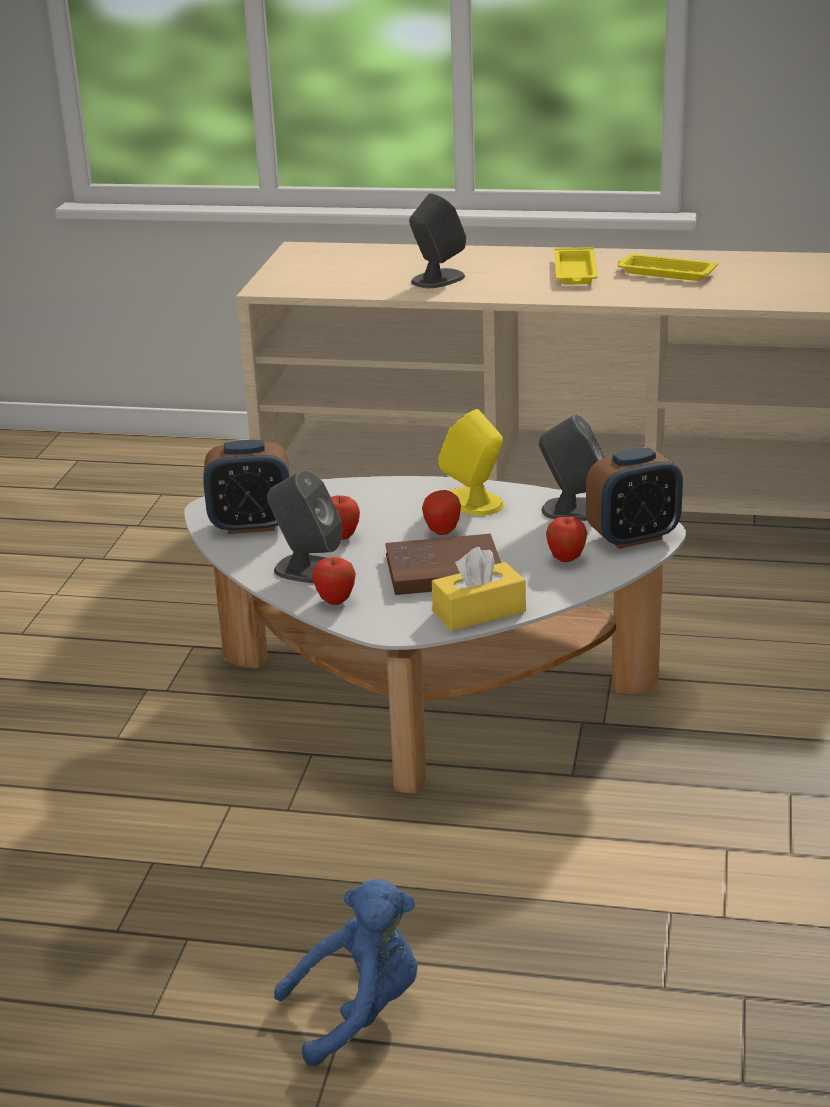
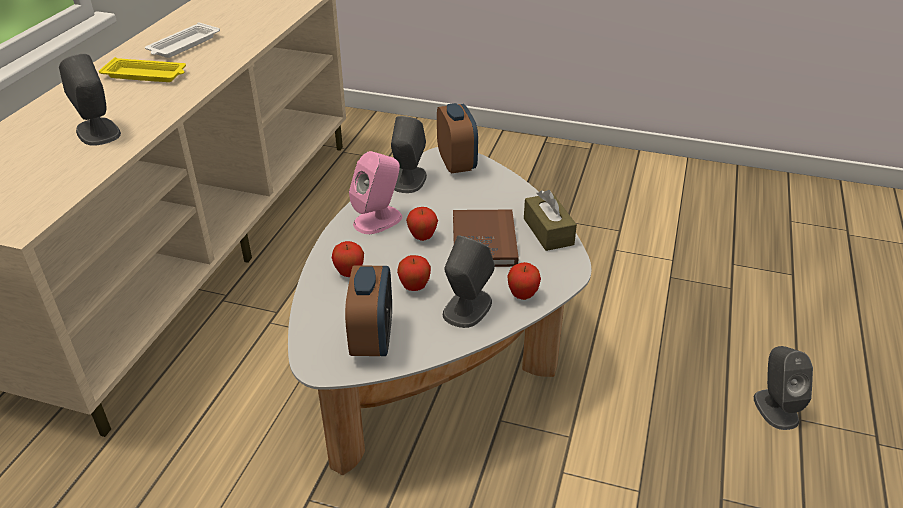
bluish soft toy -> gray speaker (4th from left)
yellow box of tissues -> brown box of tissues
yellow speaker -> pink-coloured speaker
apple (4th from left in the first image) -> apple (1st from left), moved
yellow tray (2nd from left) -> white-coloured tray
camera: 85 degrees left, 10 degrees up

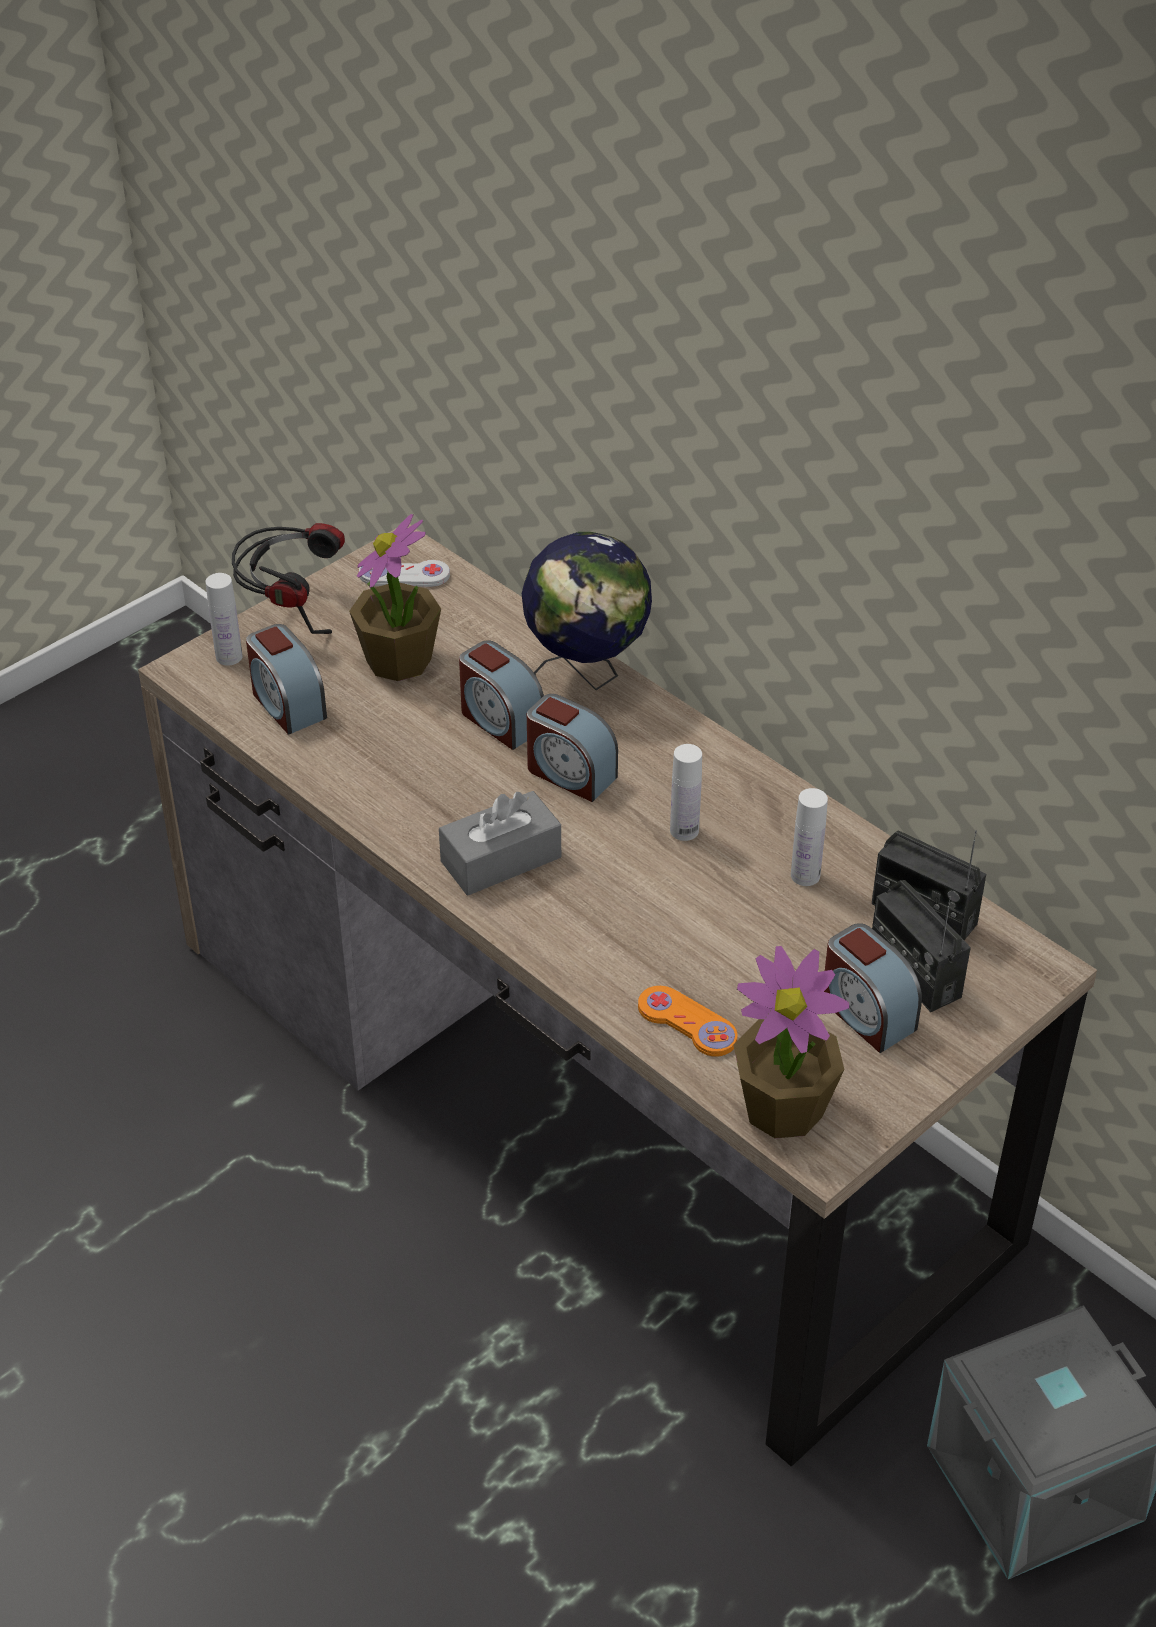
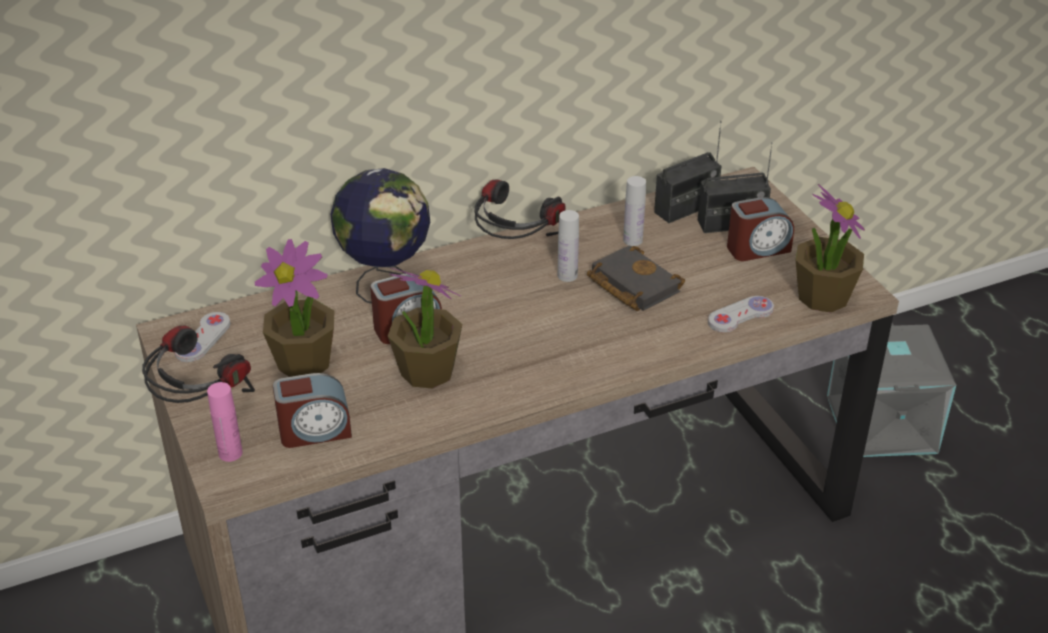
white-coloured bottle (1st from left) -> pink-coloured bottle
gray box of tissues -> none
bedside clock (3rd from left) -> none
orangey game controller -> white-coloured game controller (2nd from left)
none -> plant in a pot (2nd from left)
none -> headphones (2nd from left)
none -> blackish book
camera: 70 degrees left, 5 degrees down

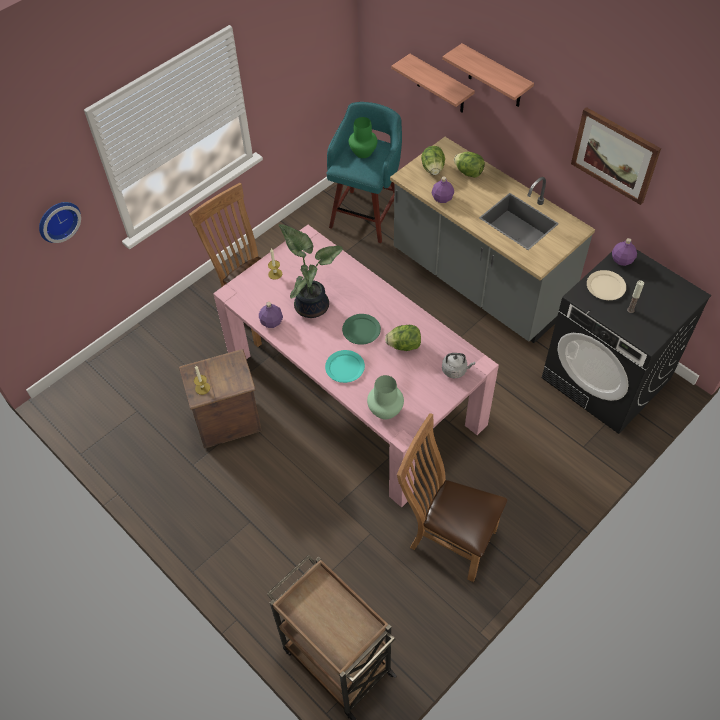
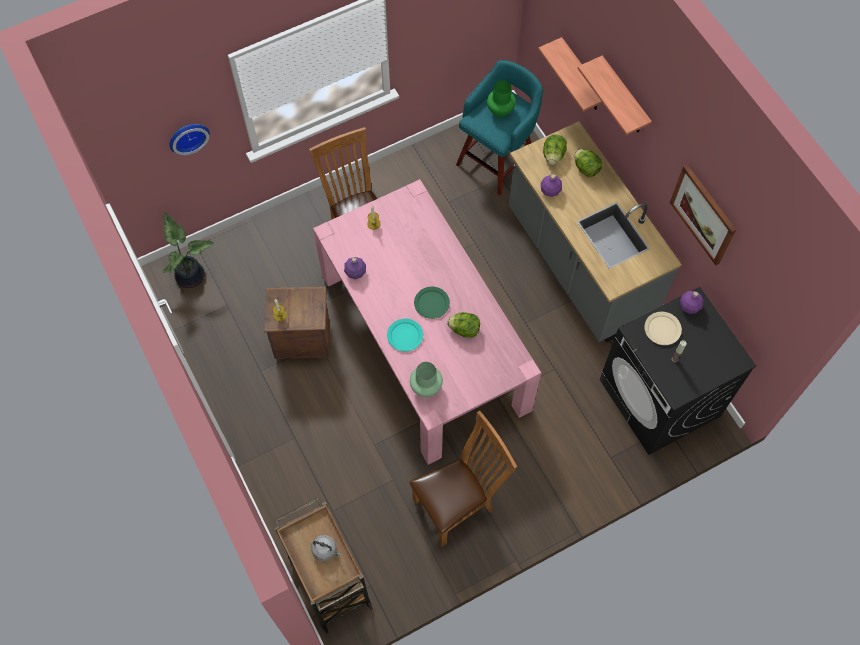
plant in a pot, moved
brown plain chair (2nd from left), 105 degrees clockwise
gray water kettle, moved
camera: 15 degrees right, 10 degrees up

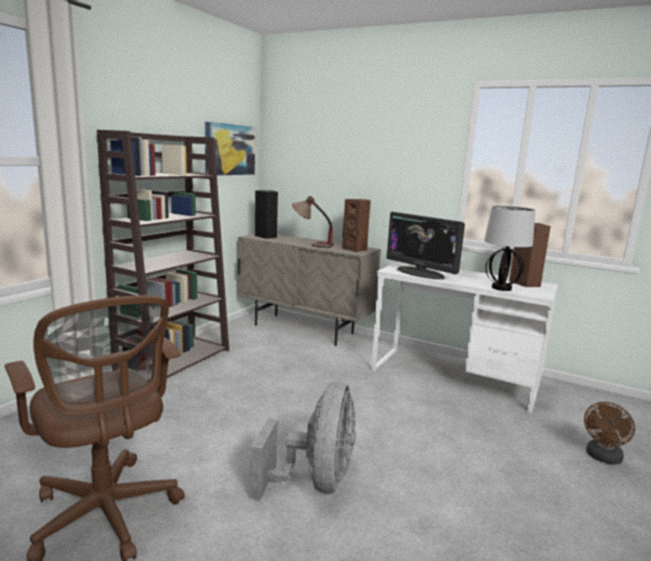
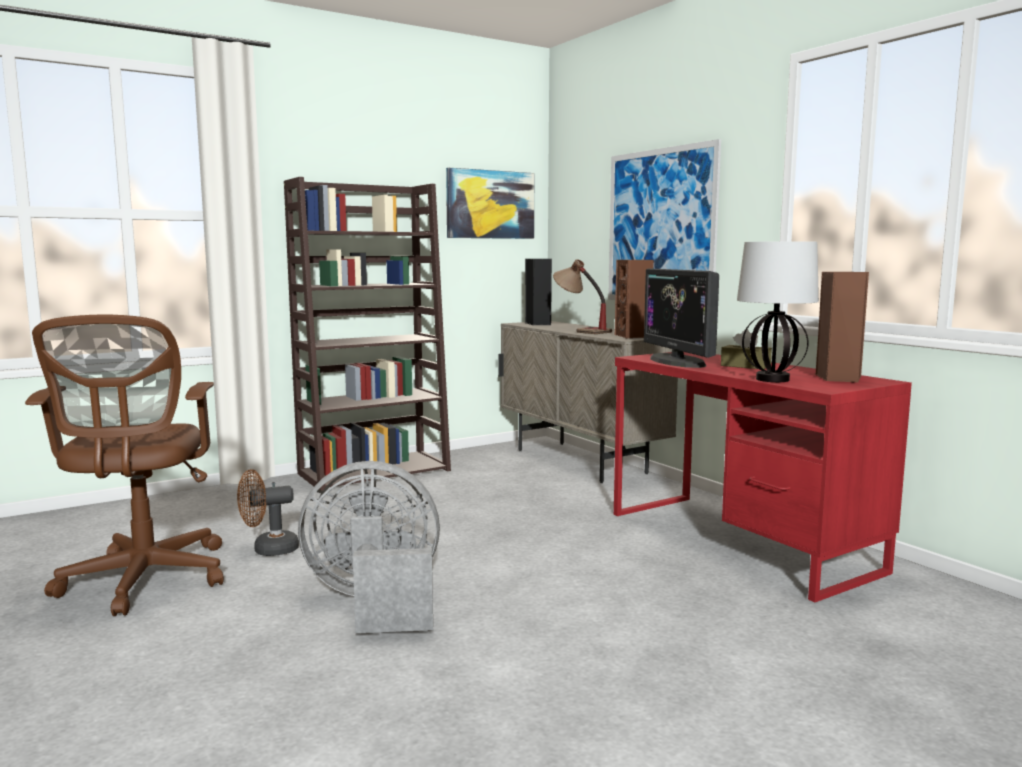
gray electric fan, 135 degrees counterclockwise
white-coloured desk unit -> reddish desk unit
brown electric fan, moved
none -> wall art (2nd from left)
none -> brown box of tissues
camera: 30 degrees right, 5 degrees down

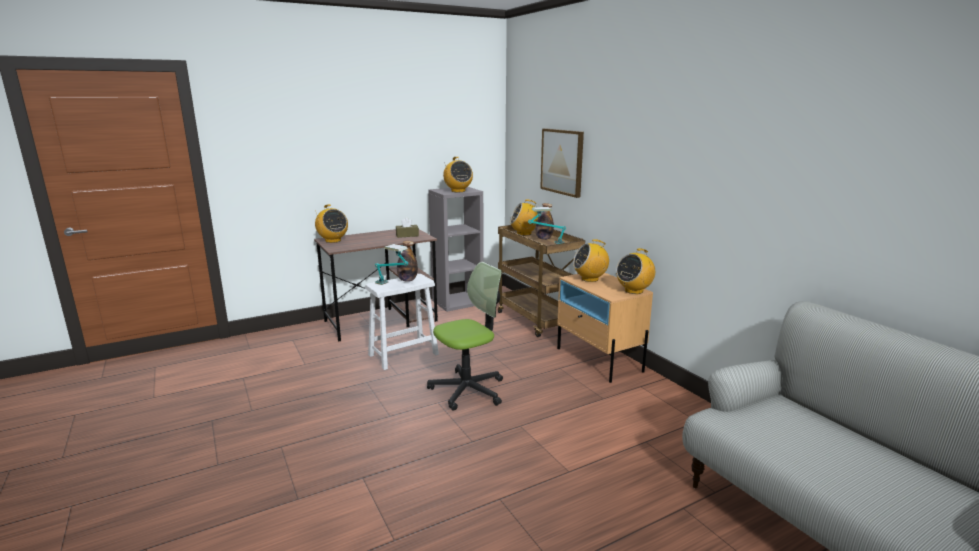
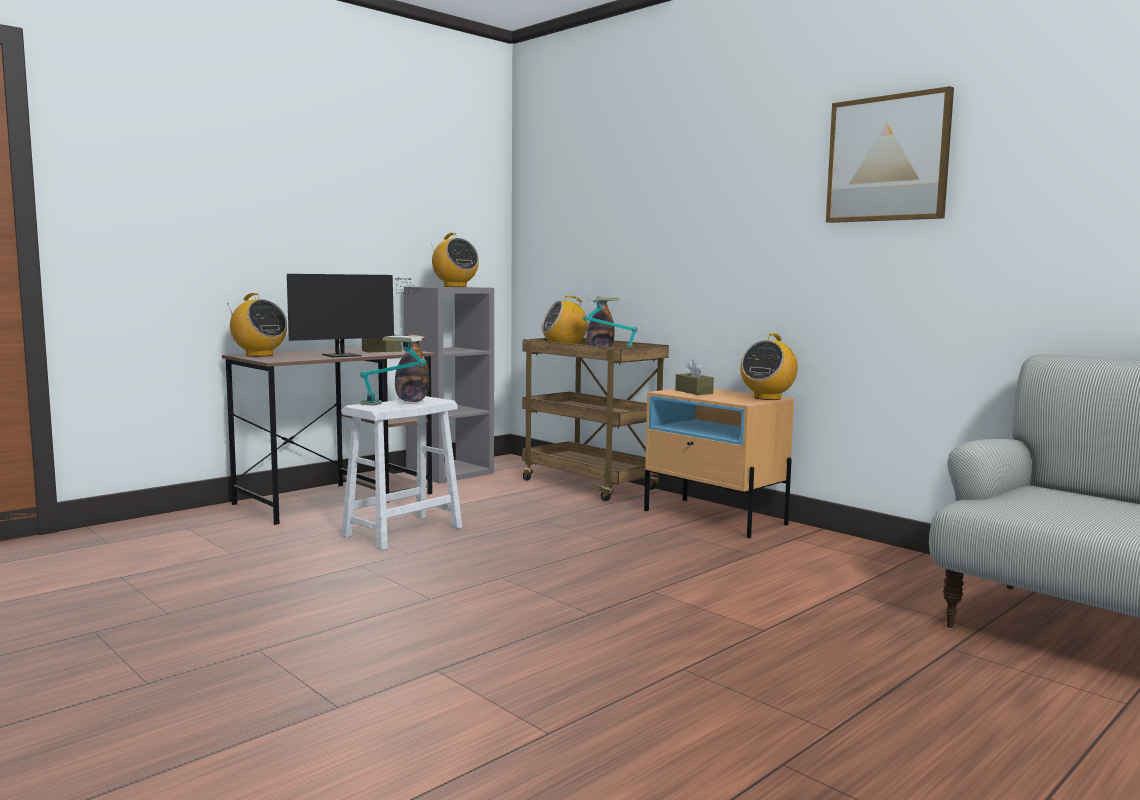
computer chair -> none
wall art, moved
radio (4th from left) -> brown box of tissues (2nd from left)
none -> computer screen
camera: 15 degrees left, 10 degrees down

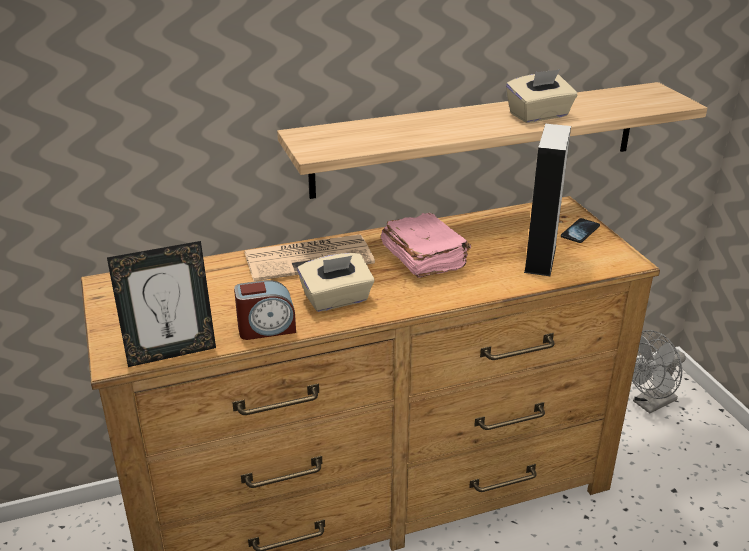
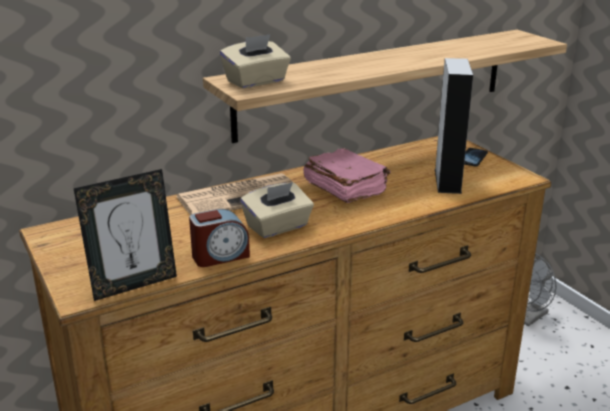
beige-coloured box of tissues (2nd from left in the first image) -> beige-coloured box of tissues (1st from left), moved
camera: 10 degrees left, 5 degrees down

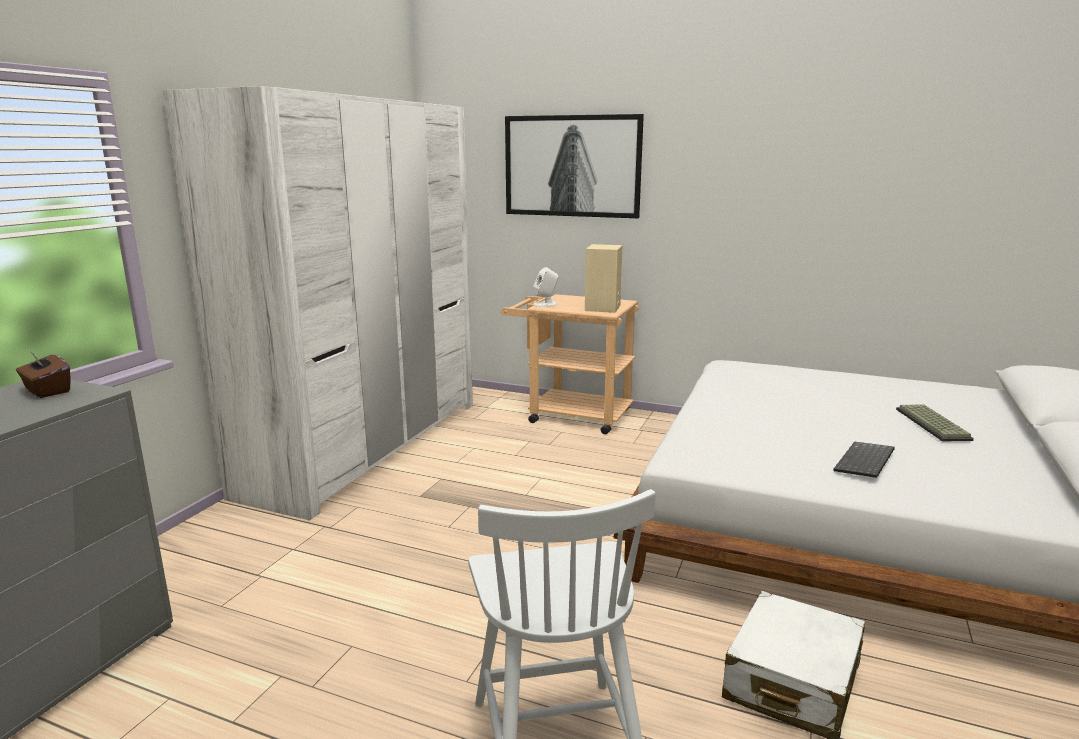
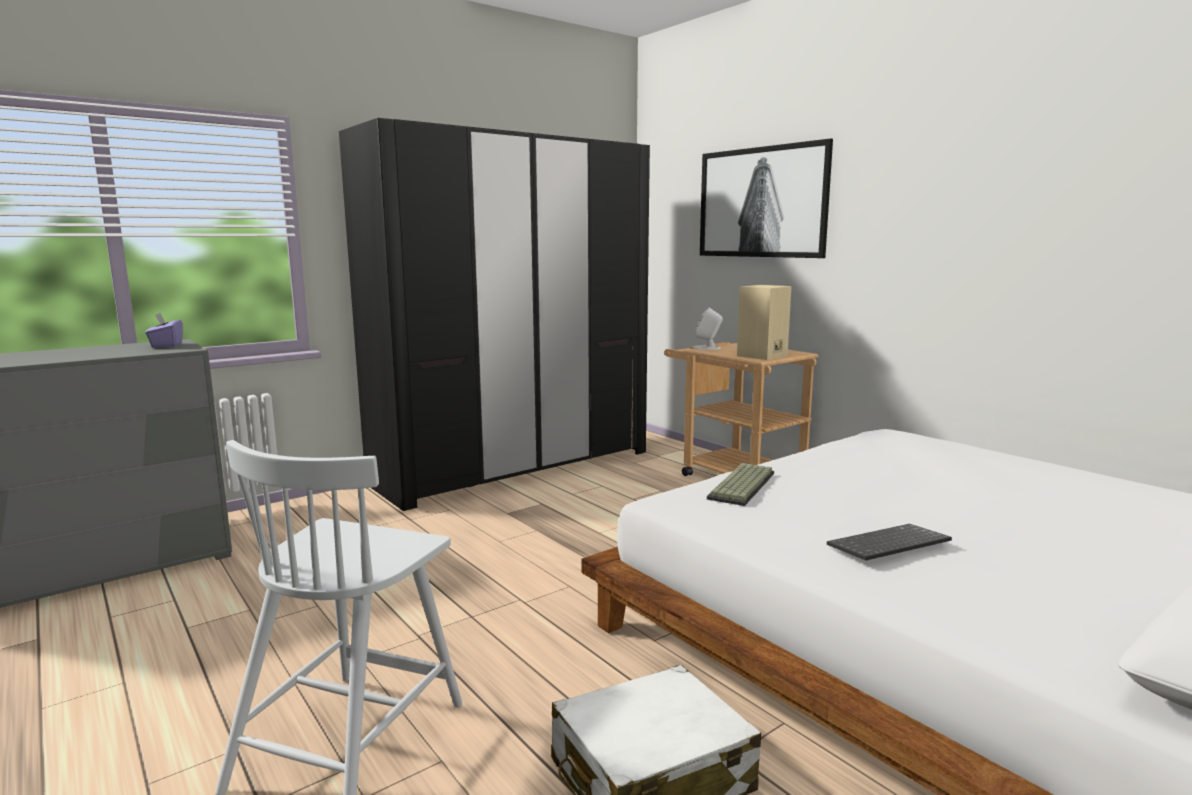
brown box of tissues -> purple box of tissues
white-coloured wardrobe -> blackish wardrobe
computer keyboard (2nd from left in the first image) -> computer keyboard (1st from left), moved
camera: 30 degrees right, 5 degrees down

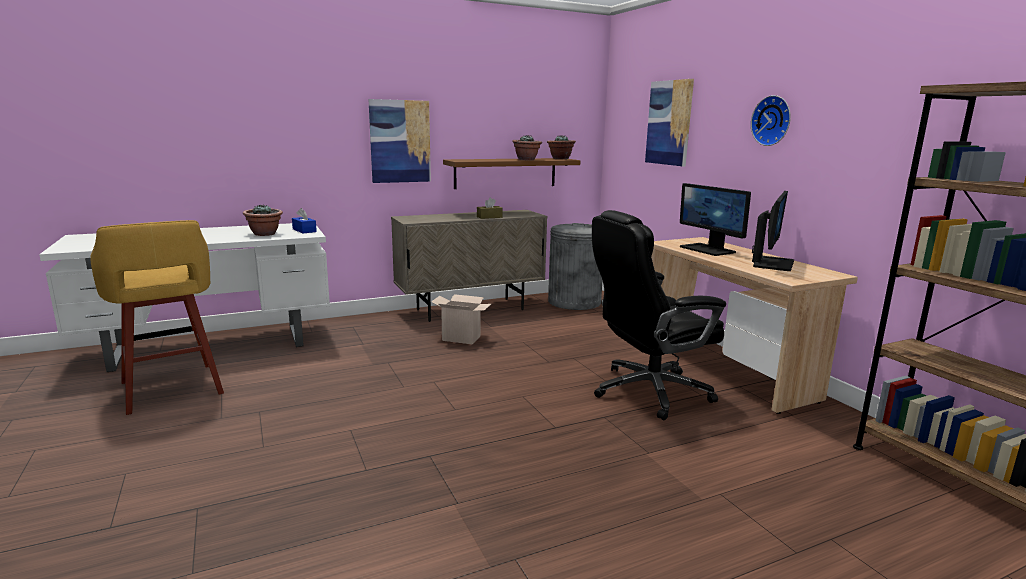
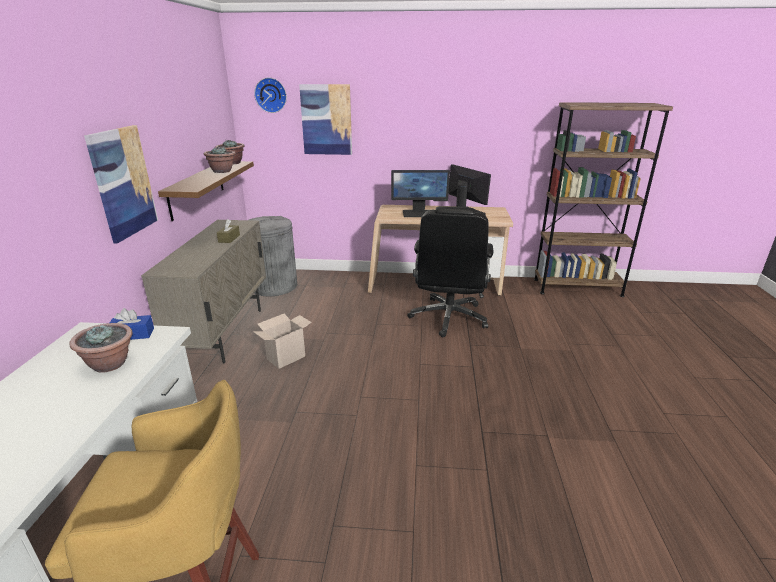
clock on the wall, moved
camera: 60 degrees left, 10 degrees up

